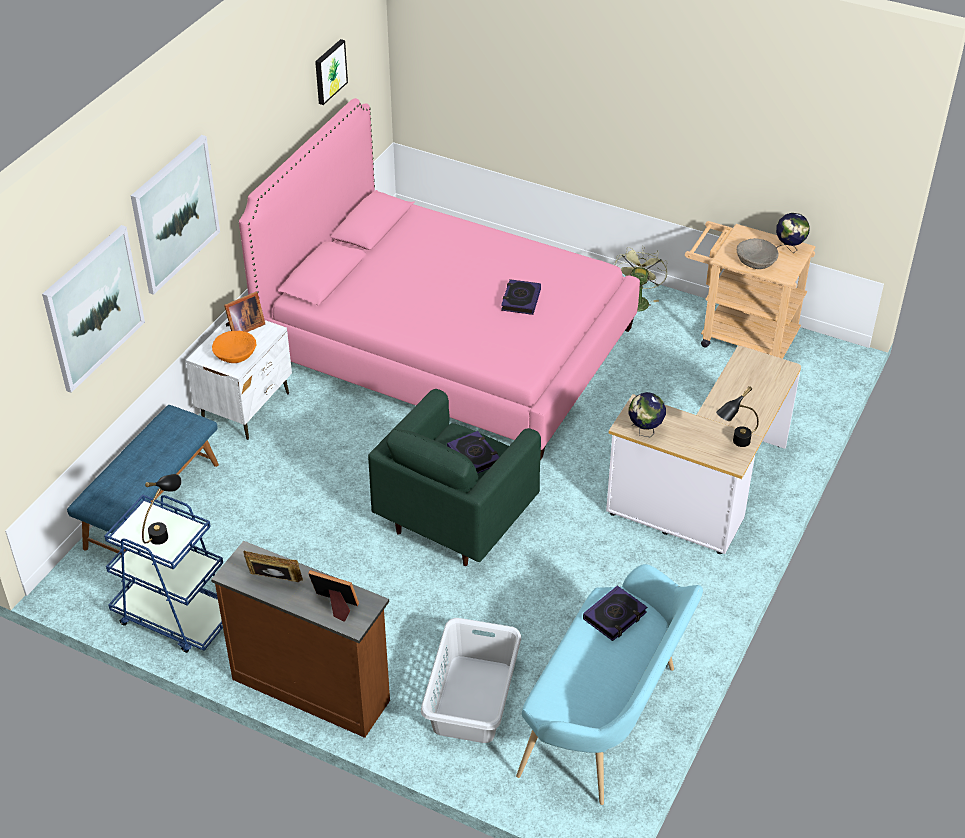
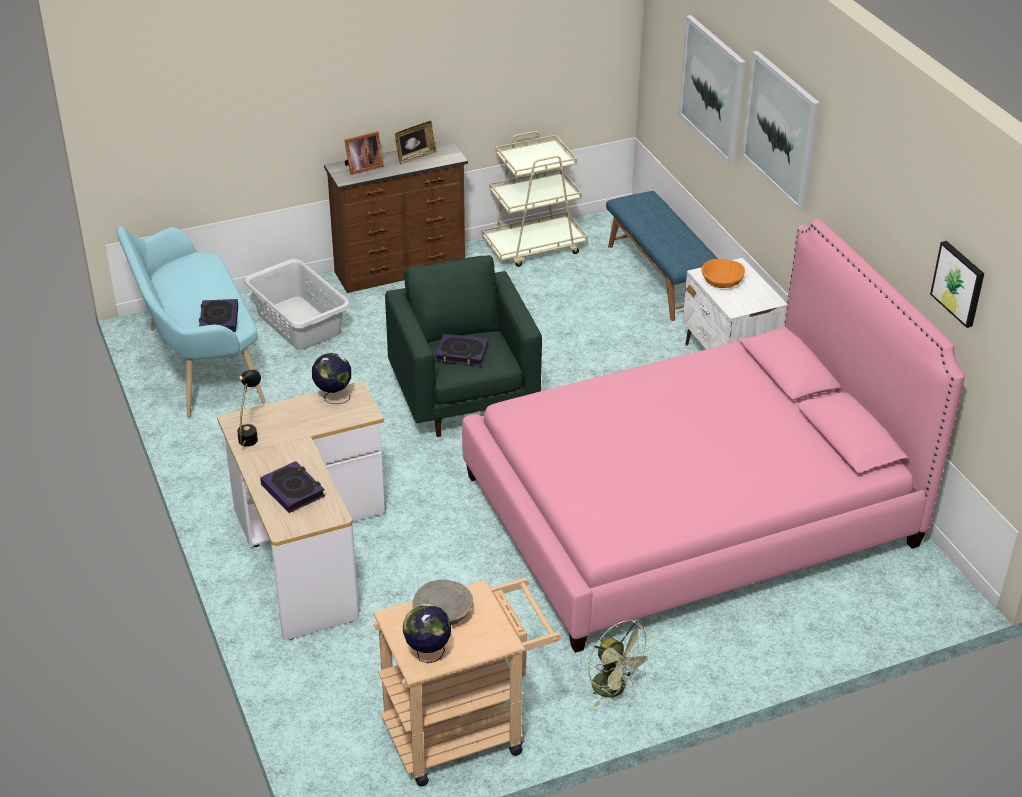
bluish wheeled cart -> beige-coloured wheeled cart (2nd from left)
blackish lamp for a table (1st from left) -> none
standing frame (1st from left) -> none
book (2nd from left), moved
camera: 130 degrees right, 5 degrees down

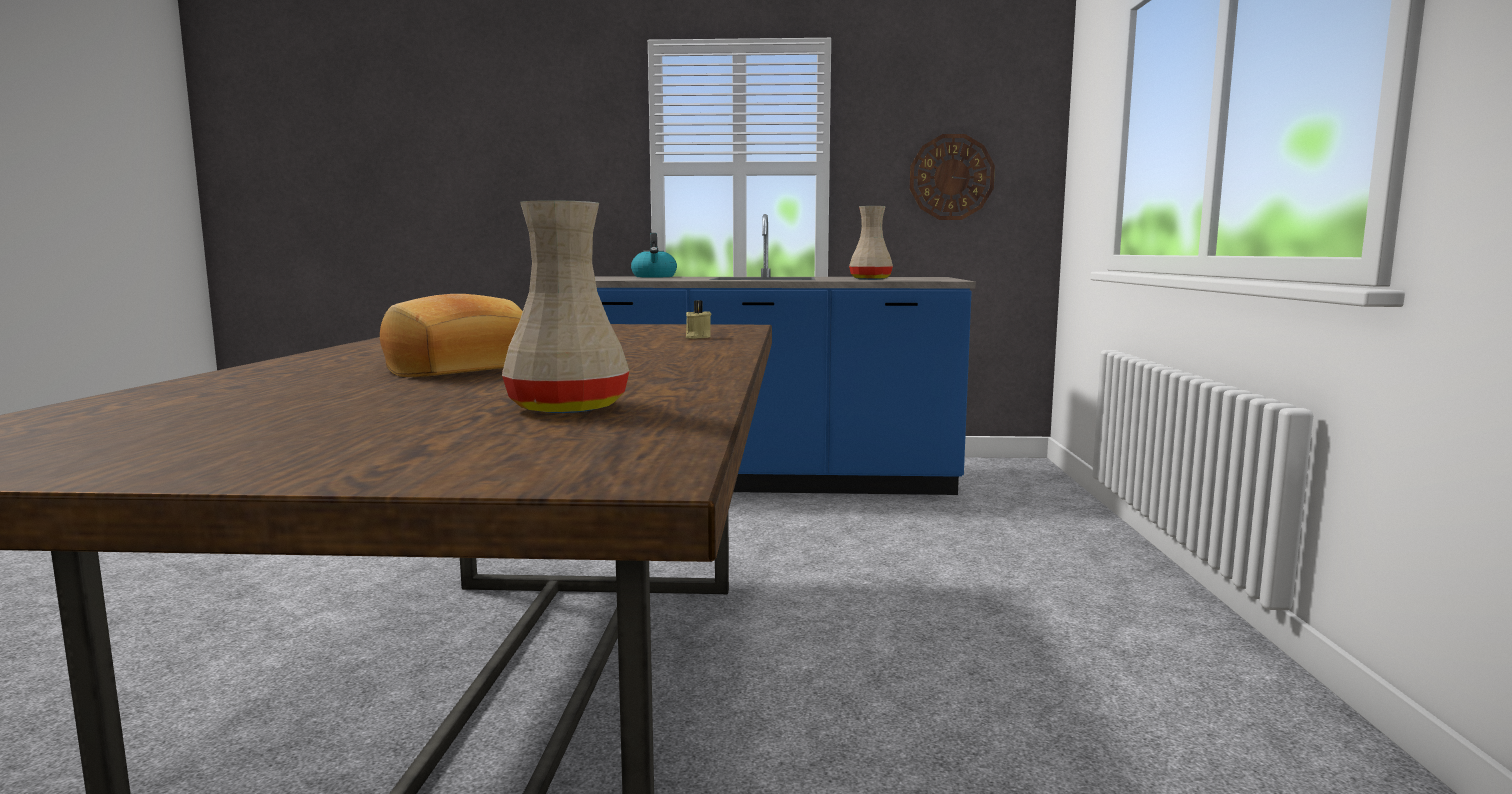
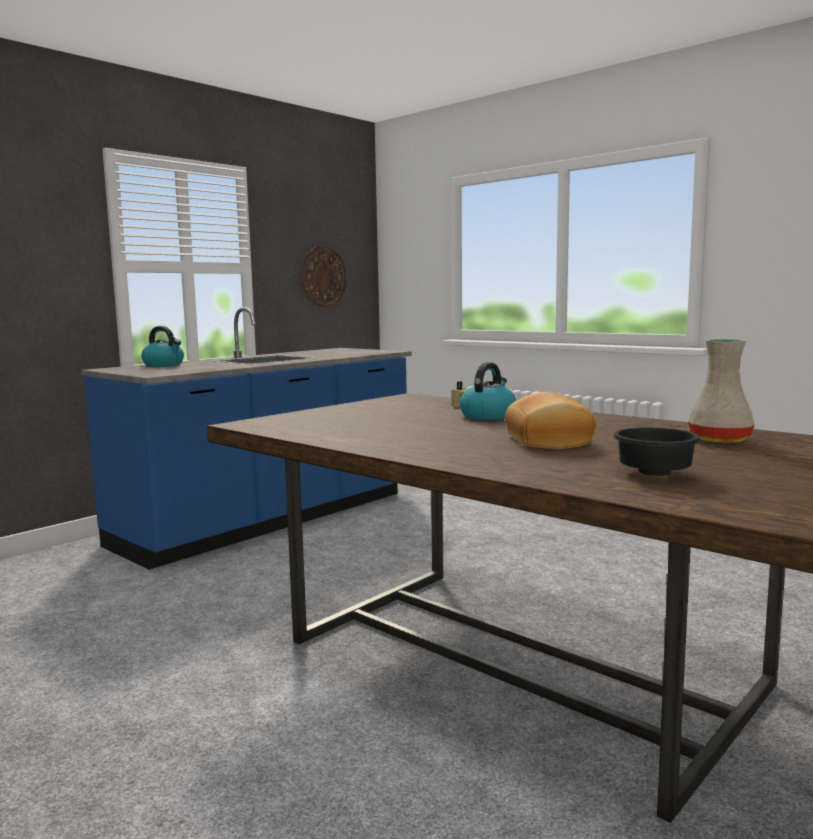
beige-coloured decorative vase (2nd from left) -> none
none -> water kettle (2nd from left)
none -> blackish deep dish
camera: 50 degrees left, 0 degrees up

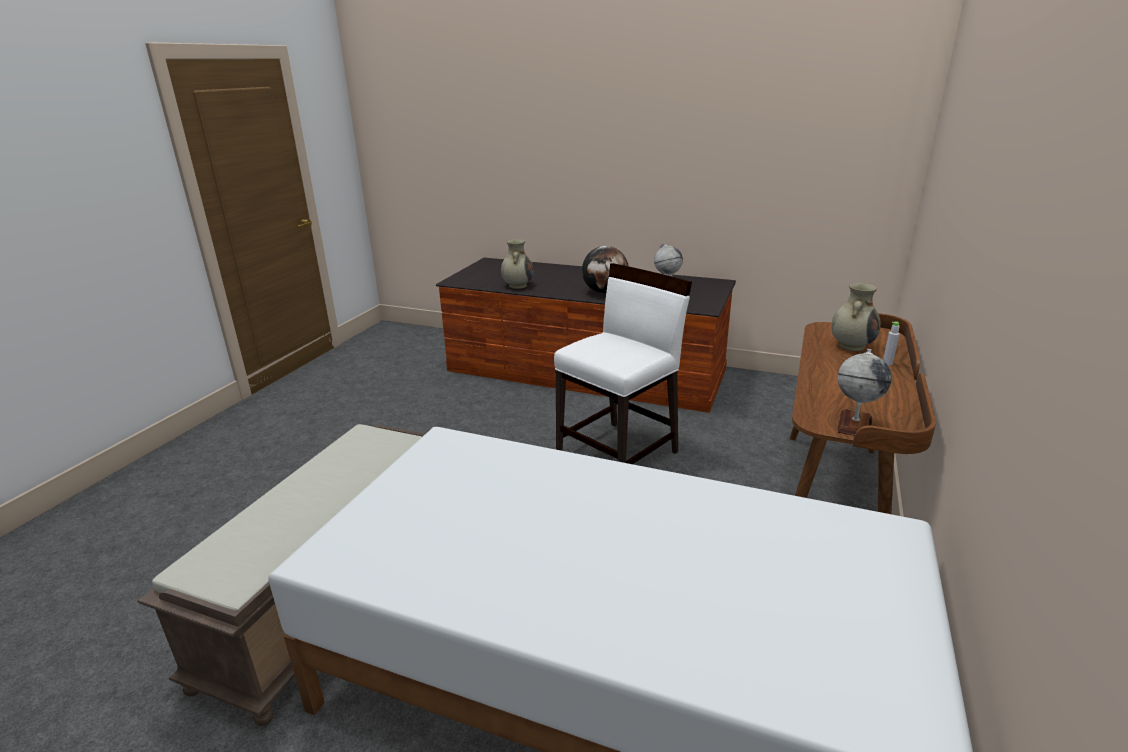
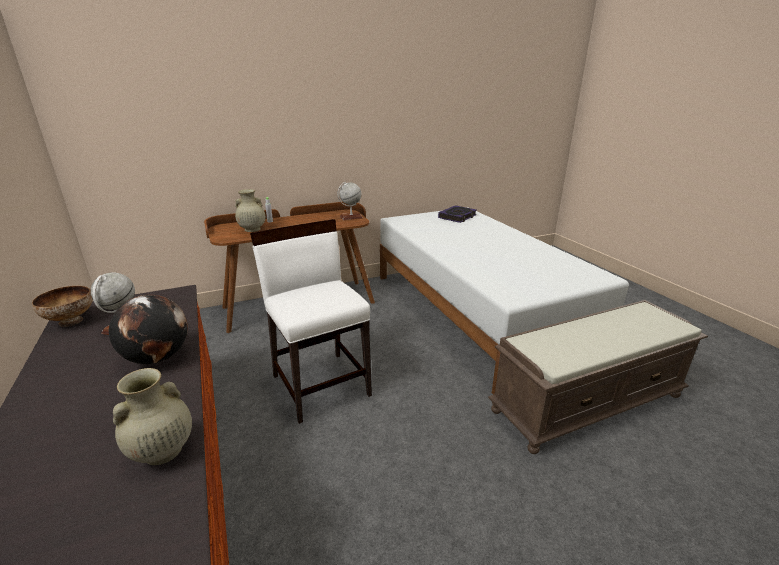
white-coloured plain chair, 60 degrees clockwise
none -> deep dish
none -> book
camera: 135 degrees left, 0 degrees up

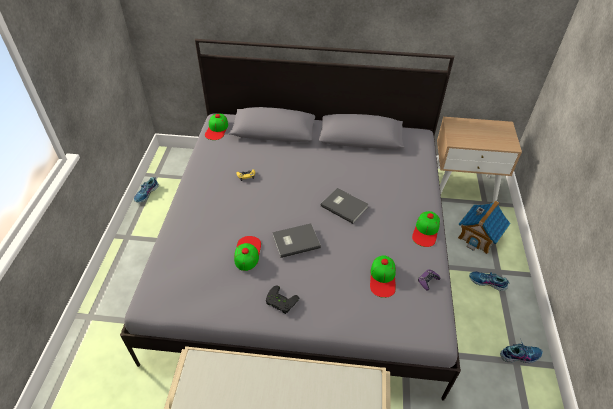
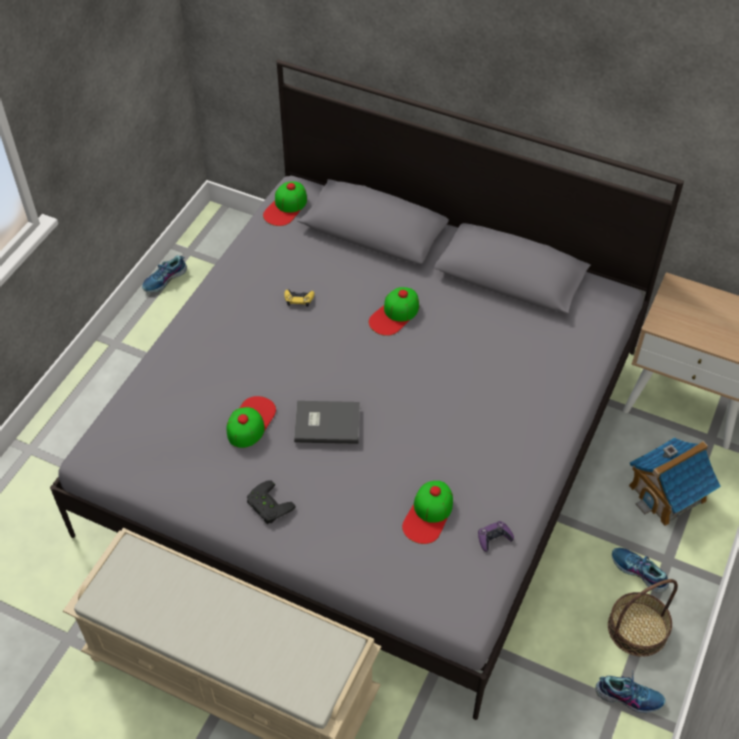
gray book (2nd from left) -> none
peaked cap (4th from left in the first image) -> peaked cap (3rd from left), moved
none -> household basket
camera: 20 degrees right, 5 degrees up

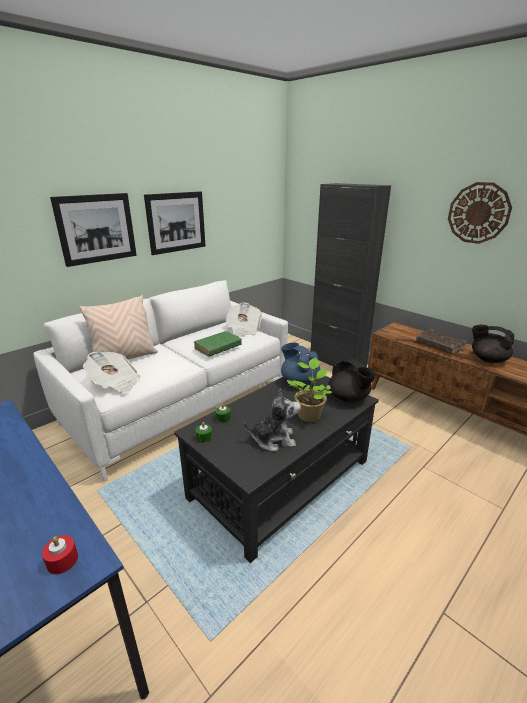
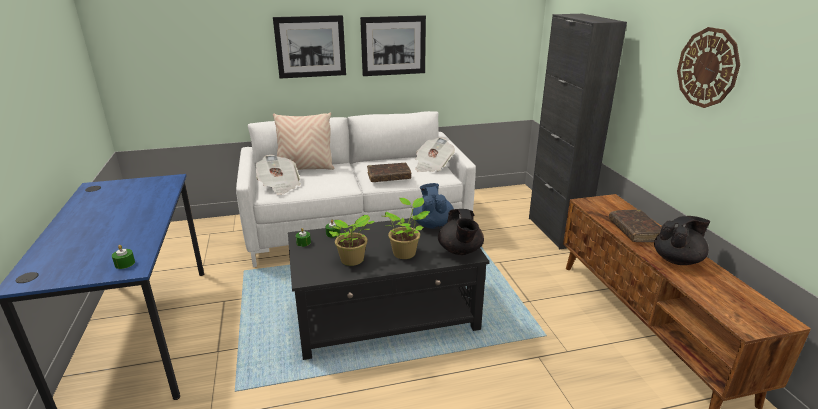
reddish candle -> green-coloured candle (1st from left)
green-coloured book -> brown book (1st from left)
soft toy -> plant in a pot (1st from left)
blackish tea pot (2nd from left), 90 degrees clockwise
camera: 30 degrees right, 0 degrees up

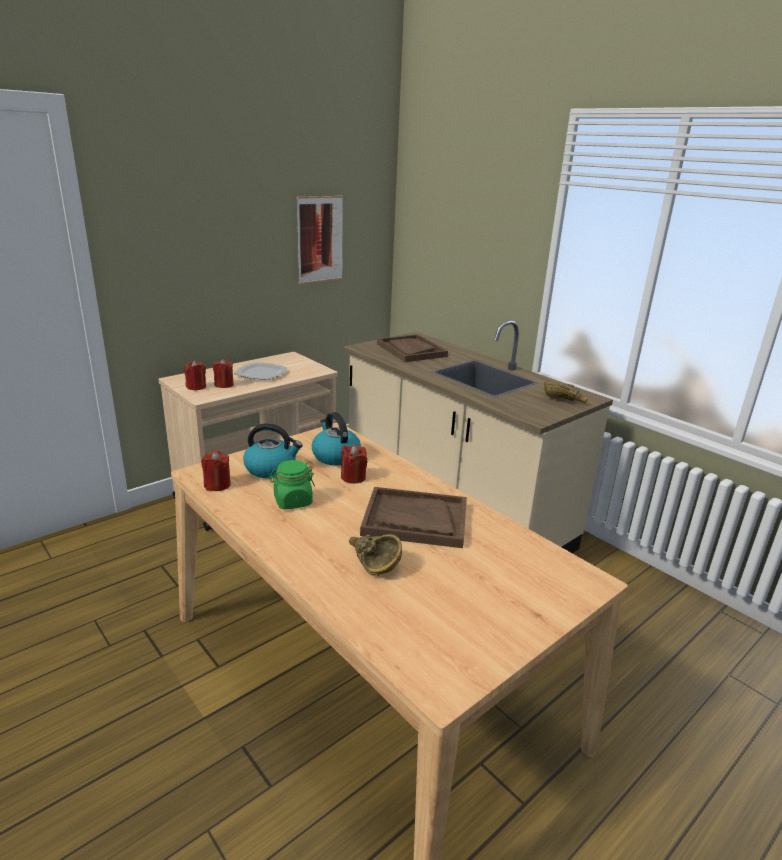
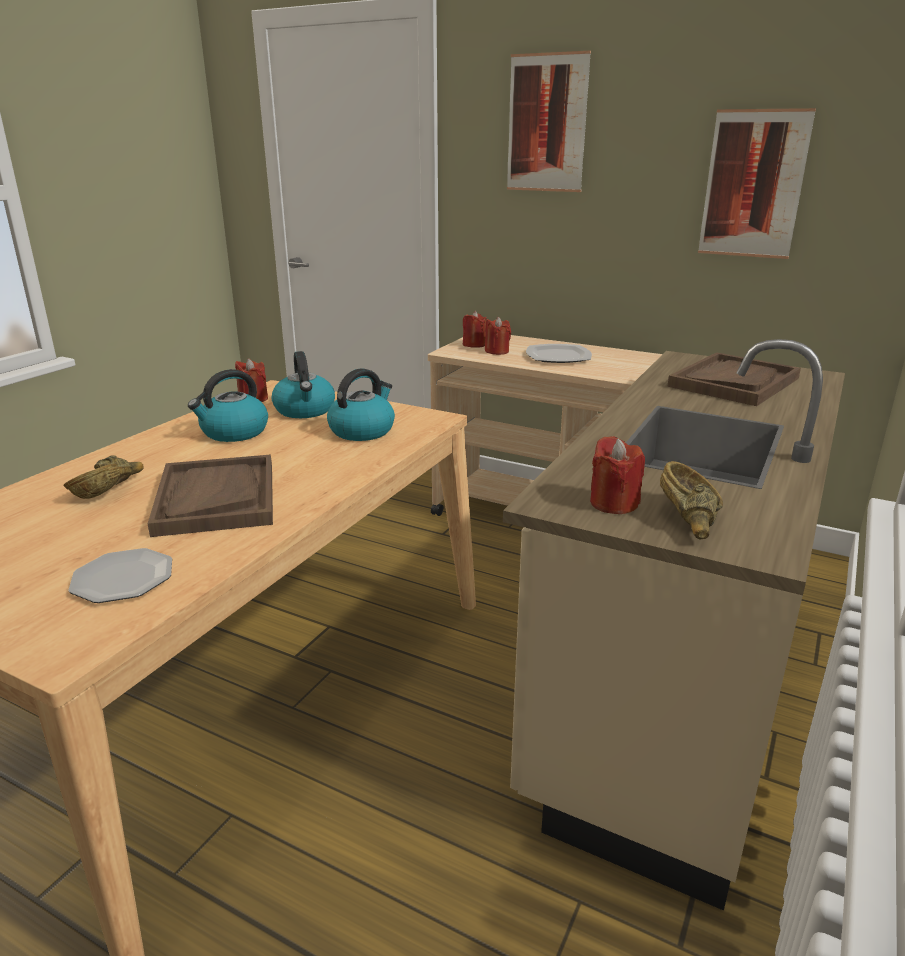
green-coloured storage jar -> water kettle (1st from left)
reddish candle (4th from left), moved
none -> flat dish (1st from left)
none -> wall art (1st from left)
camera: 70 degrees right, 0 degrees up

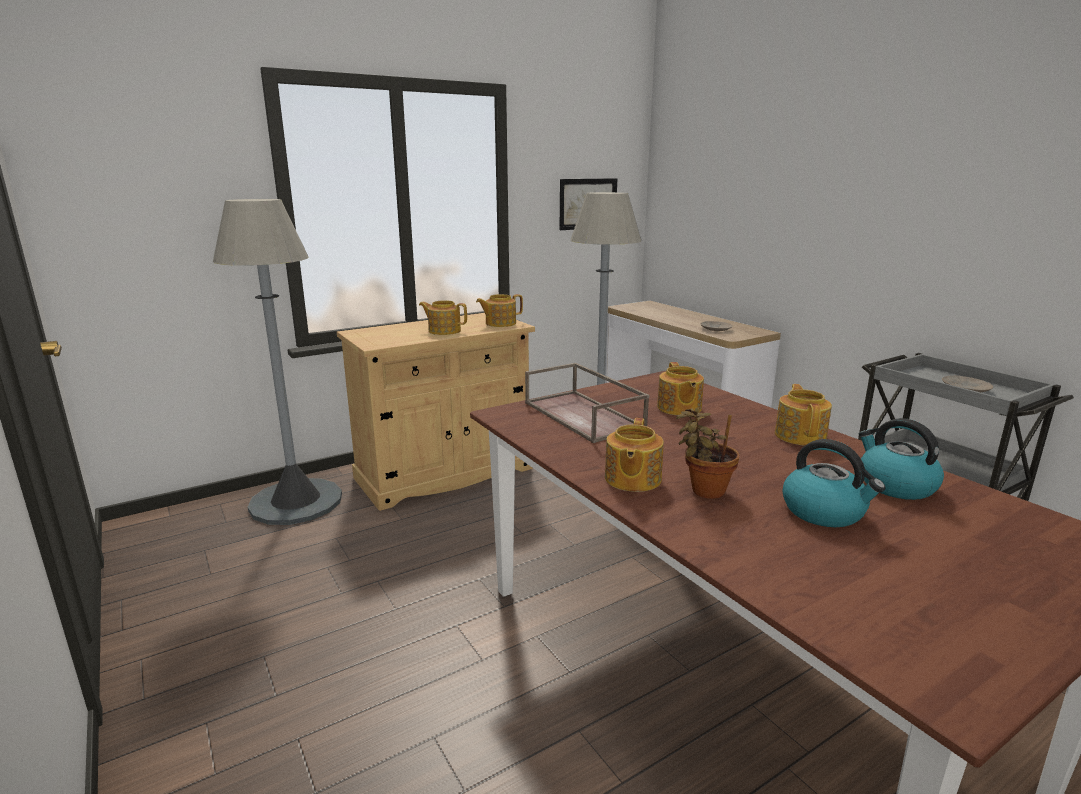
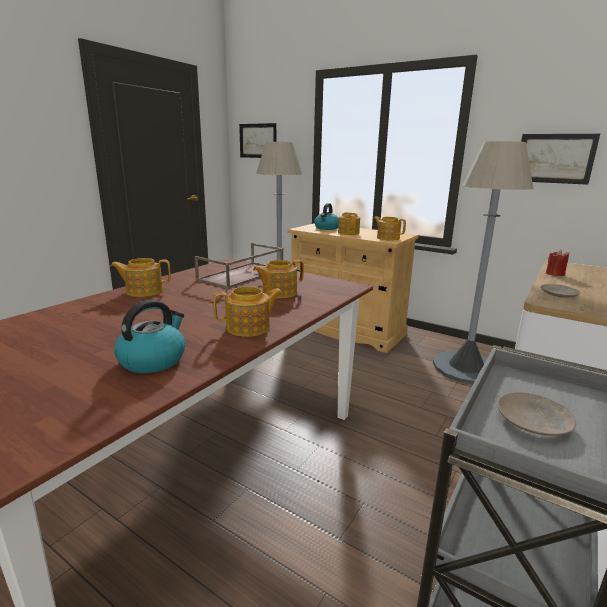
plant in a pot -> none
water kettle (1st from left in the first image) -> water kettle (2nd from left), moved
none -> wall art (1st from left)
none -> reddish candle
camera: 65 degrees right, 0 degrees up

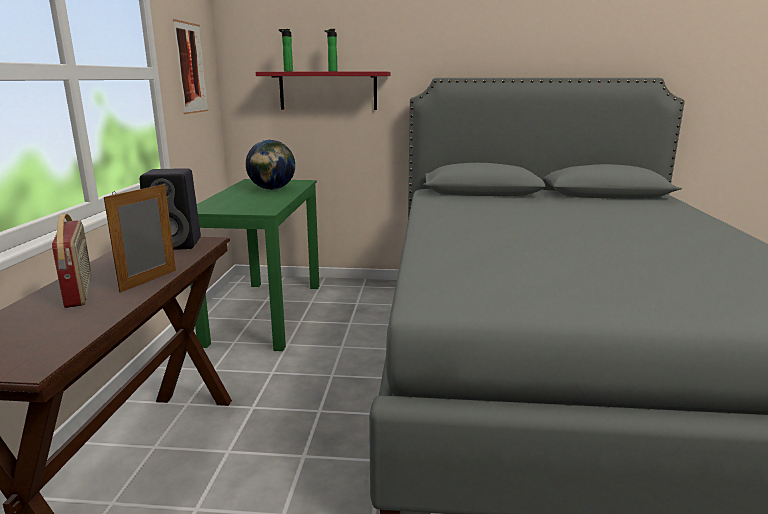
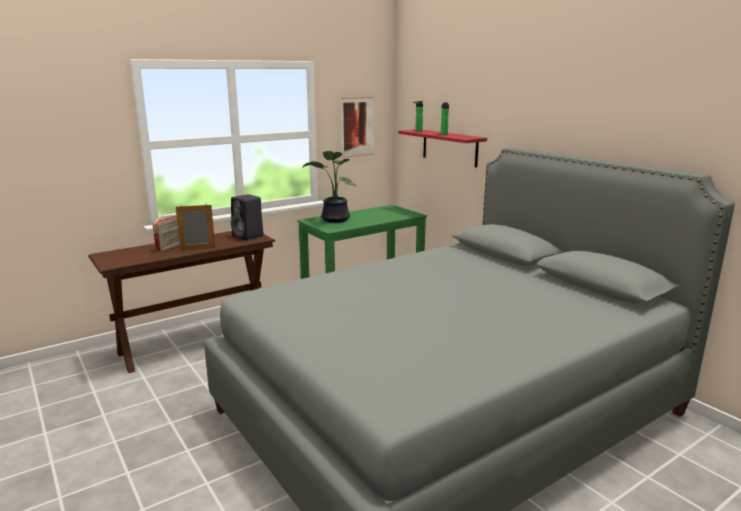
world globe -> none
none -> plant in a pot
camera: 50 degrees right, 0 degrees up

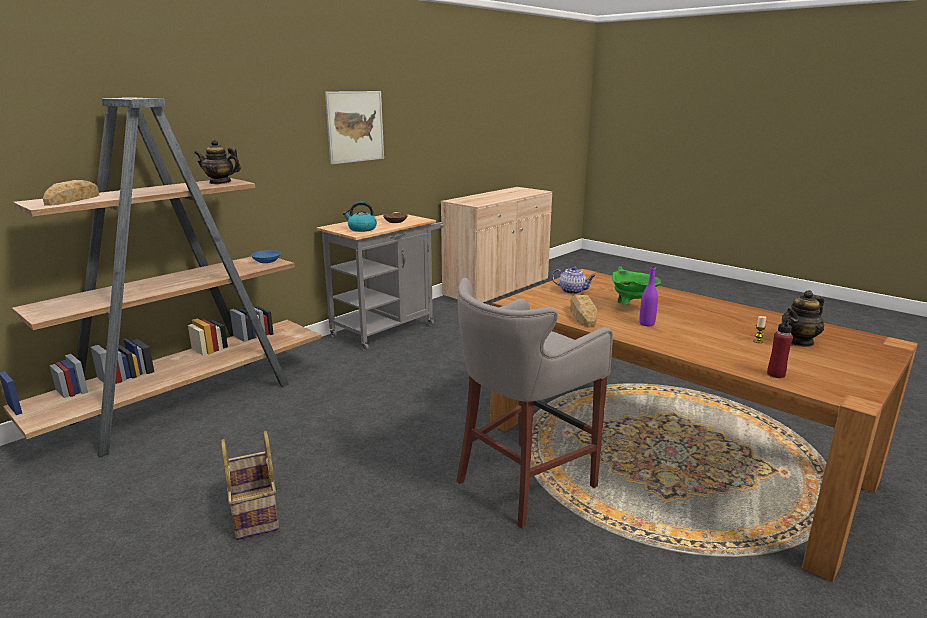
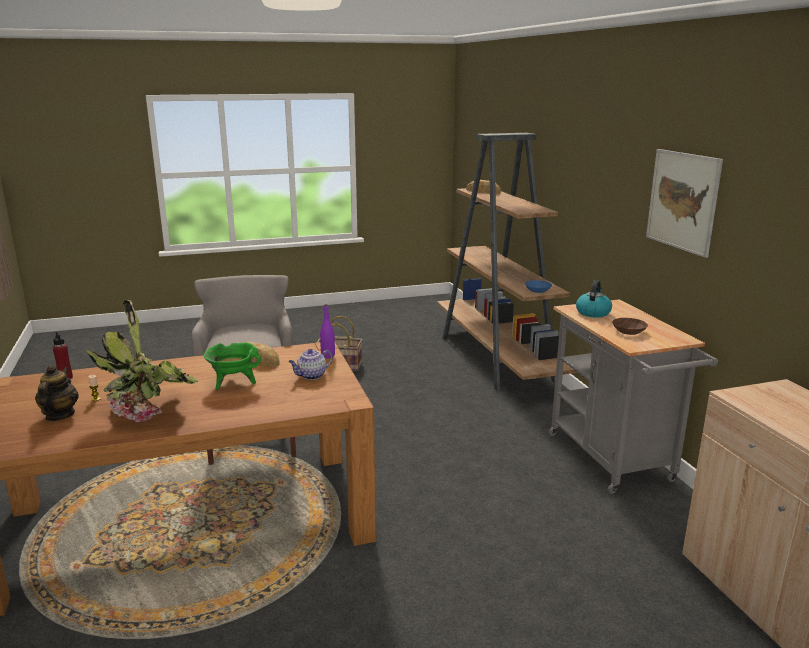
tea pot (1st from left) -> none
purple bottle, moved
none -> plant in a pot
camera: 120 degrees right, 0 degrees up

